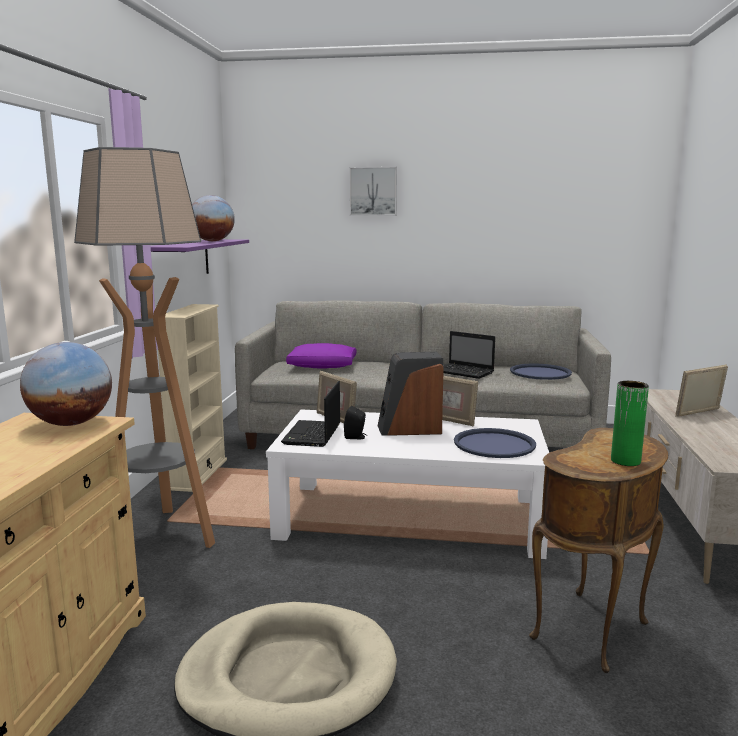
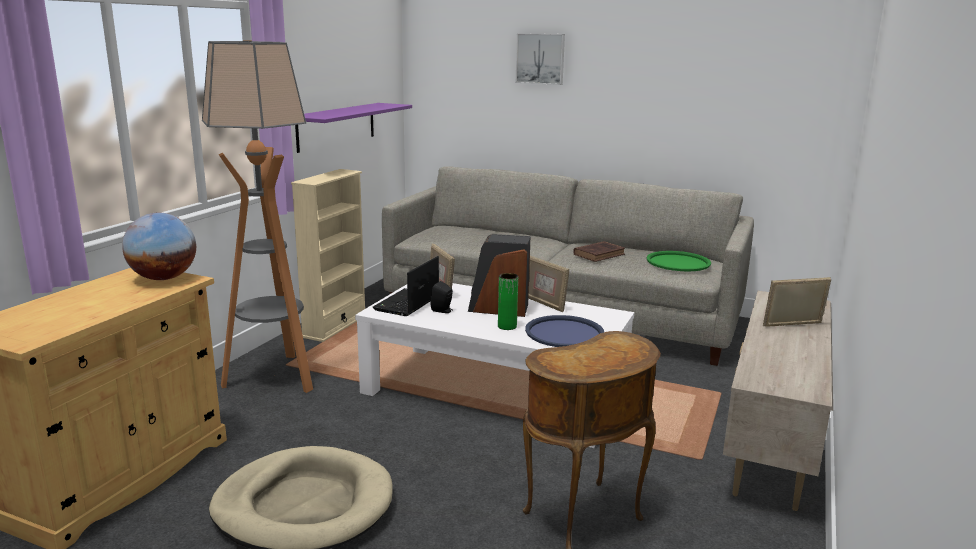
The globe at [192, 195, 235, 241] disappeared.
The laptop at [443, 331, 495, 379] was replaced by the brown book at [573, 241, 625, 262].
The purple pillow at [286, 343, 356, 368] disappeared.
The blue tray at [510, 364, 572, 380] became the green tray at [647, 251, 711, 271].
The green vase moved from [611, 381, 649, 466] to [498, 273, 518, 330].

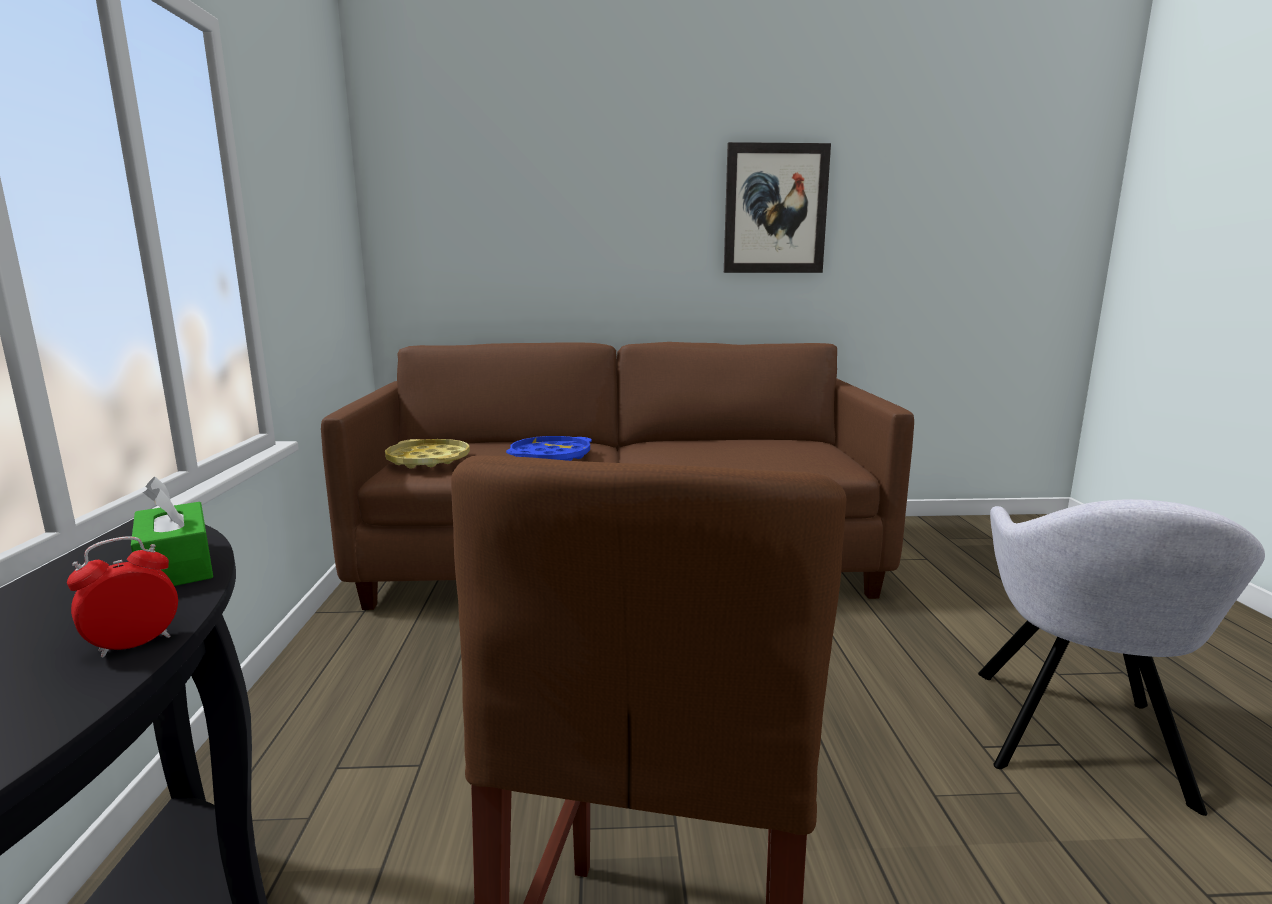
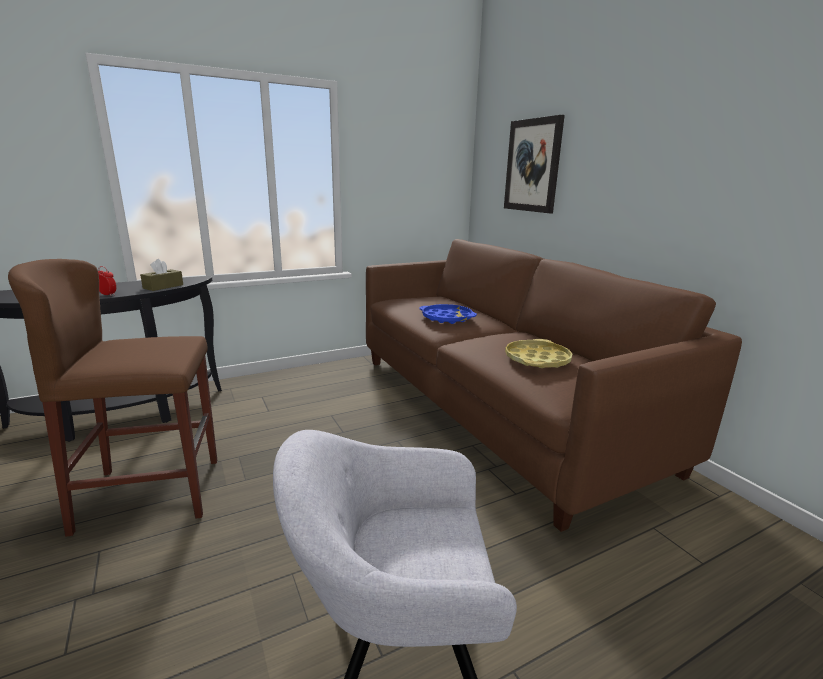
The picture moved from [724, 142, 831, 273] to [504, 115, 565, 213].
The yellow tray moved from [385, 439, 470, 469] to [505, 339, 572, 368].
The green tissue box at [131, 477, 213, 586] became the brown tissue box at [140, 259, 183, 291].

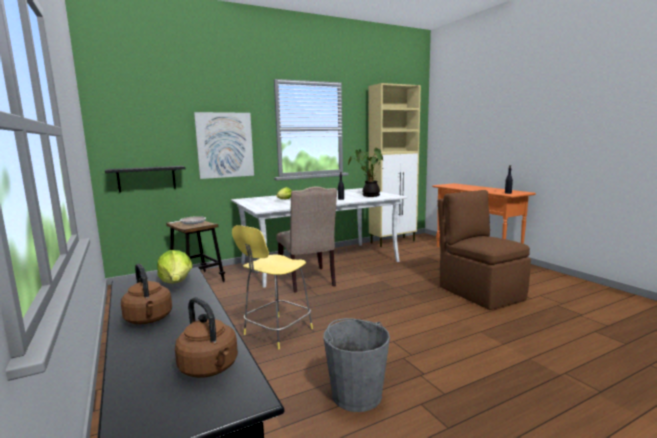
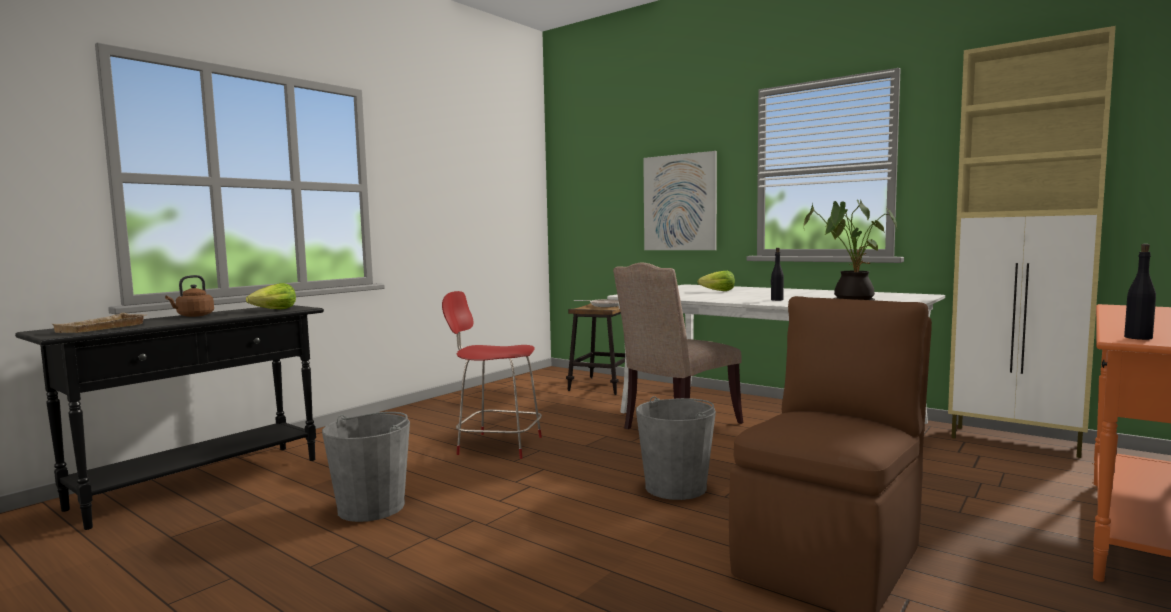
The black shelf at [105, 166, 185, 193] disappeared.
The yellow stool at [232, 225, 313, 350] became the red stool at [442, 291, 542, 459].
The brown kettle at [175, 297, 238, 378] was replaced by the beige tray at [53, 313, 146, 333].
The grey bucket at [636, 396, 716, 500] appeared.

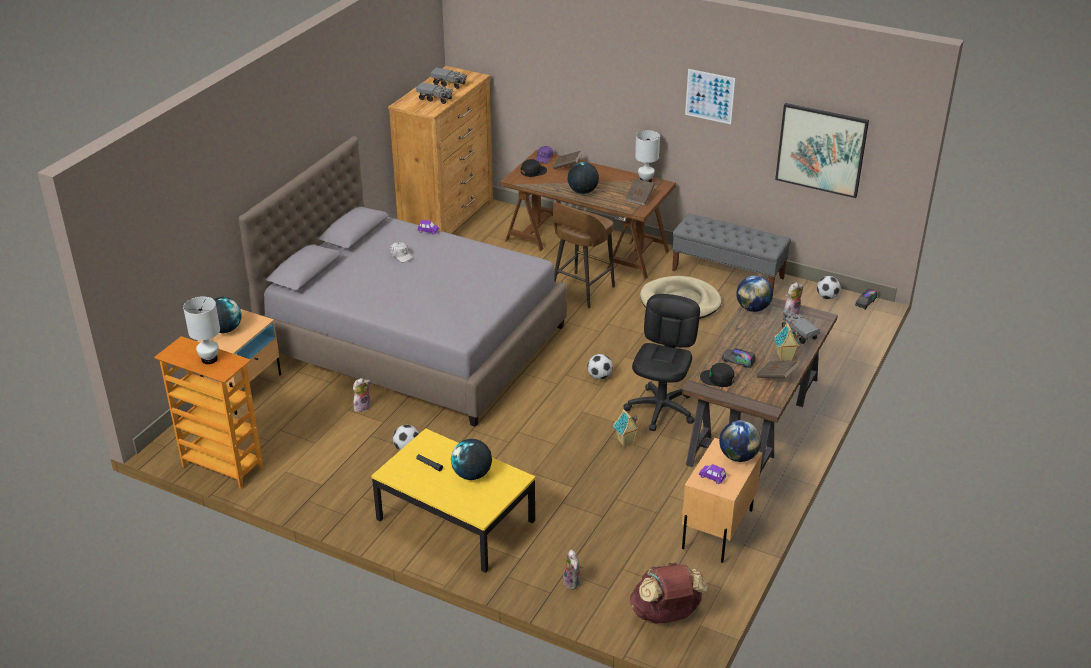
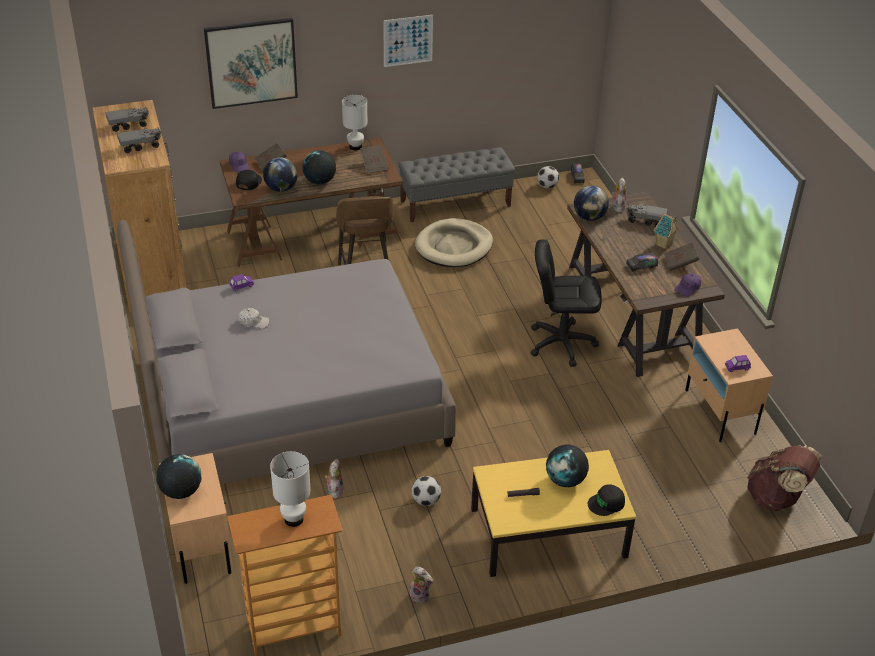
The picture moved from [775, 103, 869, 198] to [204, 18, 298, 109].
The black office chair at [624, 294, 700, 431] turned 60 degrees counterclockwise.
The football at [587, 354, 613, 380] disappeared.
The black cap moved from [700, 363, 735, 387] to [588, 484, 625, 516].
The toy house at [613, 409, 640, 447] disappeared.
The globe moved from [719, 420, 761, 462] to [263, 157, 297, 192].
The plush toy moved from [563, 549, 583, 590] to [410, 567, 434, 604].
The purple cap at [674, 273, 701, 297] appeared.

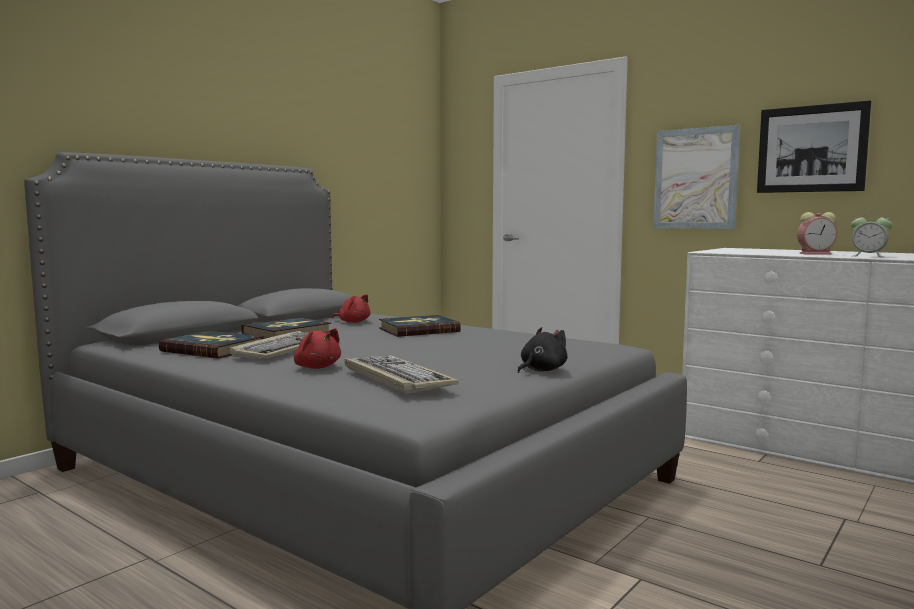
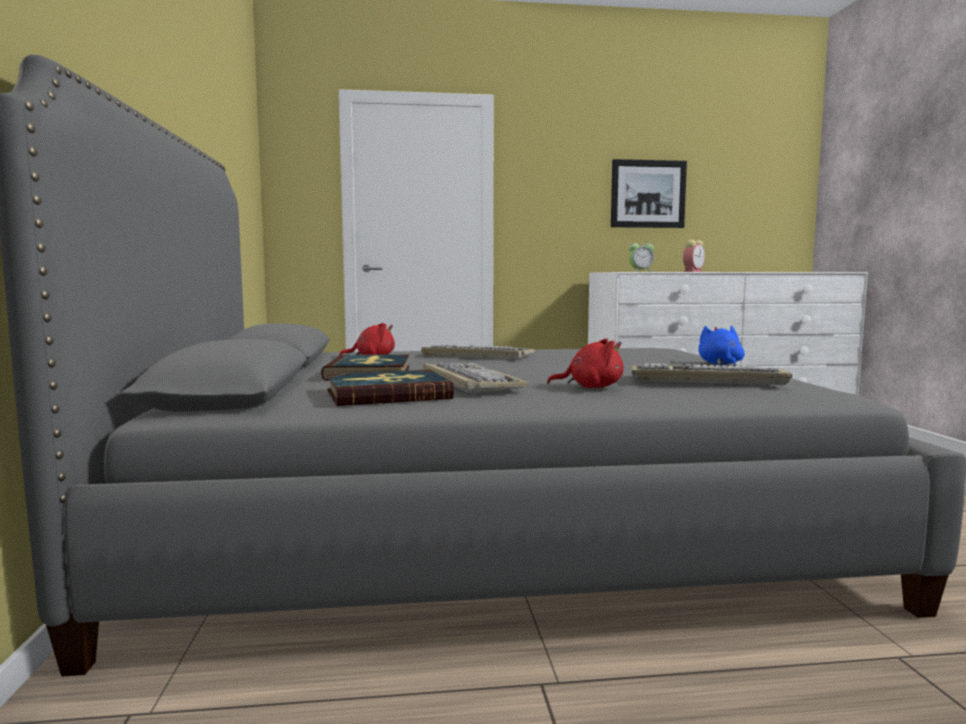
The picture at [653, 125, 740, 229] disappeared.
The alarm clock moved from [851, 212, 893, 257] to [629, 239, 654, 272].
The book at [379, 315, 461, 337] was replaced by the keyboard at [421, 344, 535, 359].
The black plush toy at [518, 327, 568, 373] became the blue plush toy at [698, 326, 745, 366].

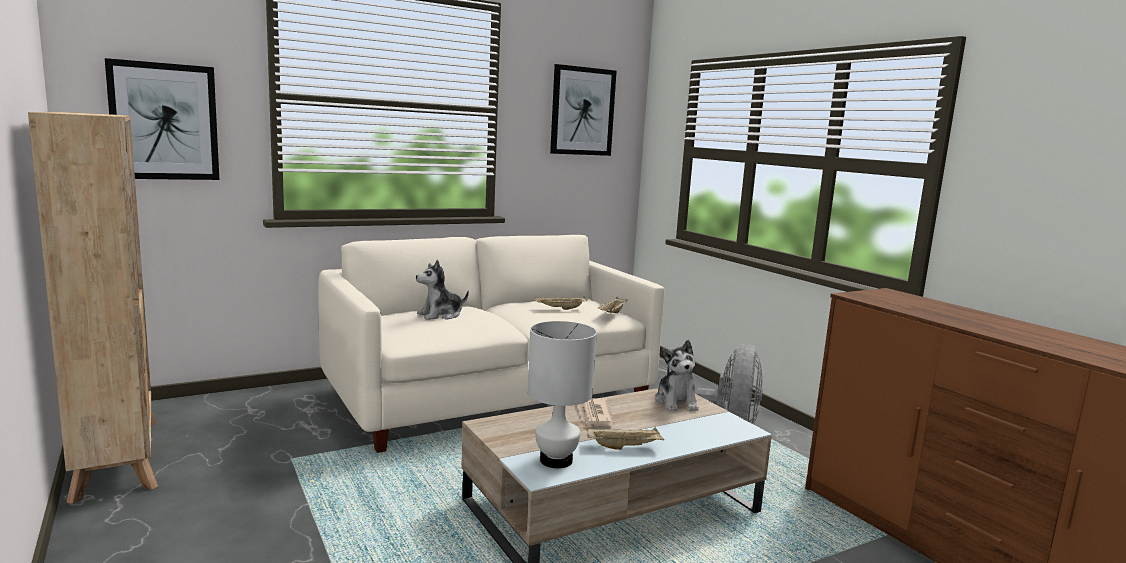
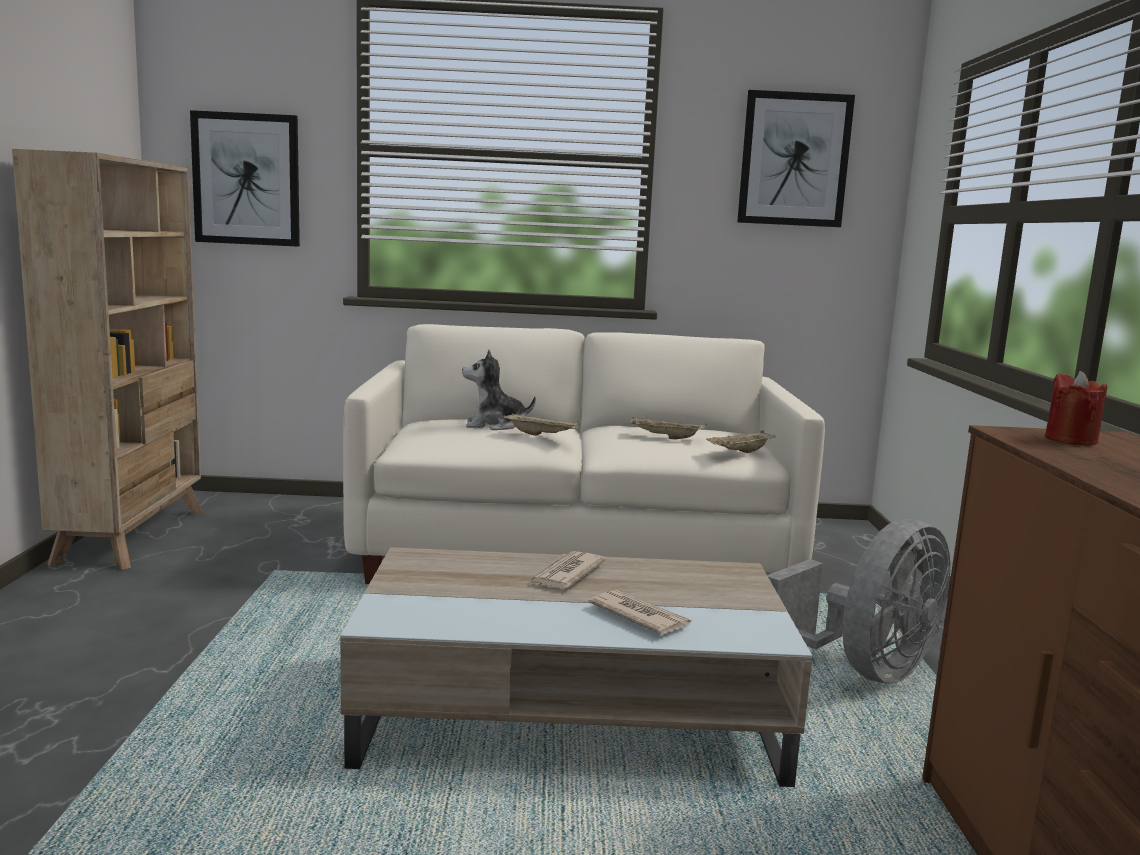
The white table lamp at [528, 321, 597, 468] disappeared.
The plush toy at [655, 340, 699, 411] disappeared.
The beige tray moved from [587, 427, 664, 450] to [504, 413, 580, 436].
The red candle at [1045, 371, 1107, 446] appeared.
The newspaper at [588, 590, 691, 635] appeared.

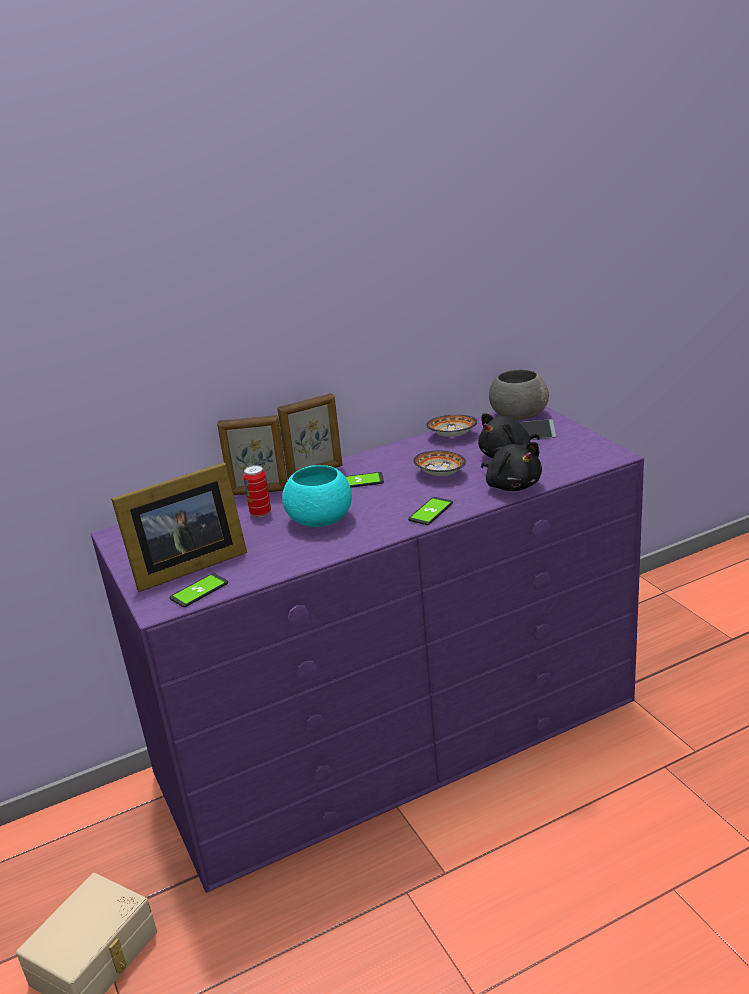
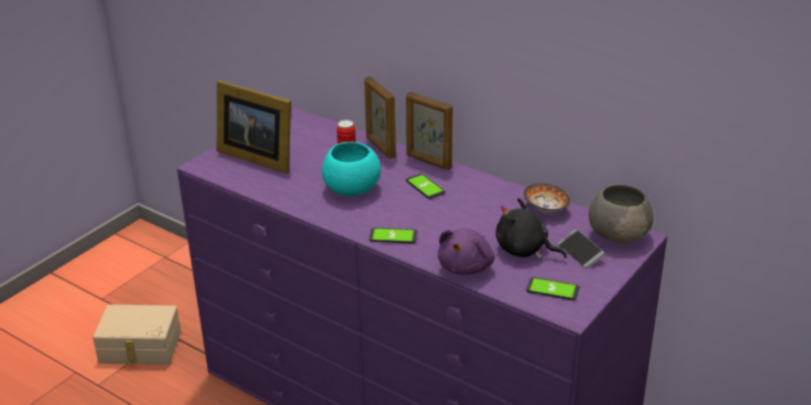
The black plush toy at [481, 442, 542, 491] became the purple plush toy at [438, 228, 495, 275].
The bowl at [413, 451, 466, 476] disappeared.
The phone moved from [169, 573, 228, 607] to [526, 277, 580, 300].

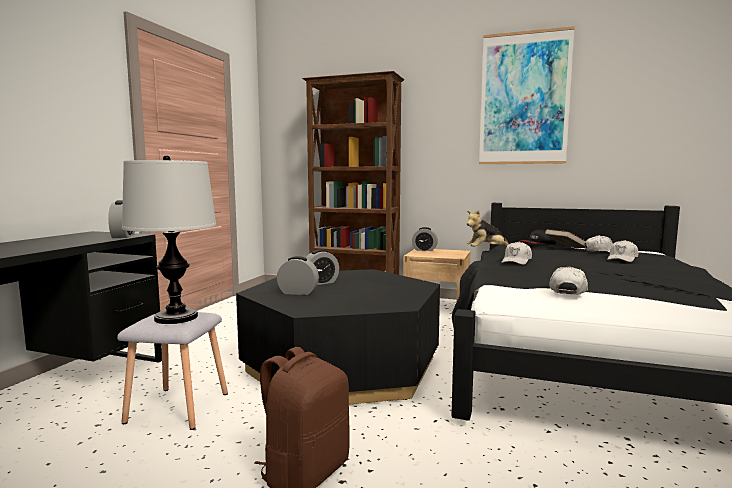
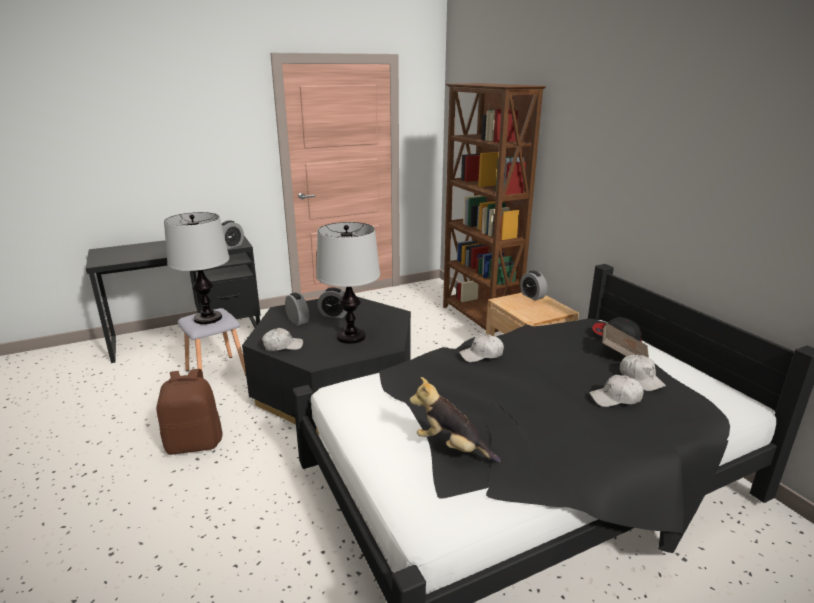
The picture at [479, 26, 575, 164] disappeared.
The plush toy moved from [466, 210, 509, 247] to [410, 377, 501, 463].
The white cap moved from [549, 266, 588, 294] to [262, 328, 303, 351].
The table lamp at [316, 222, 380, 344] appeared.

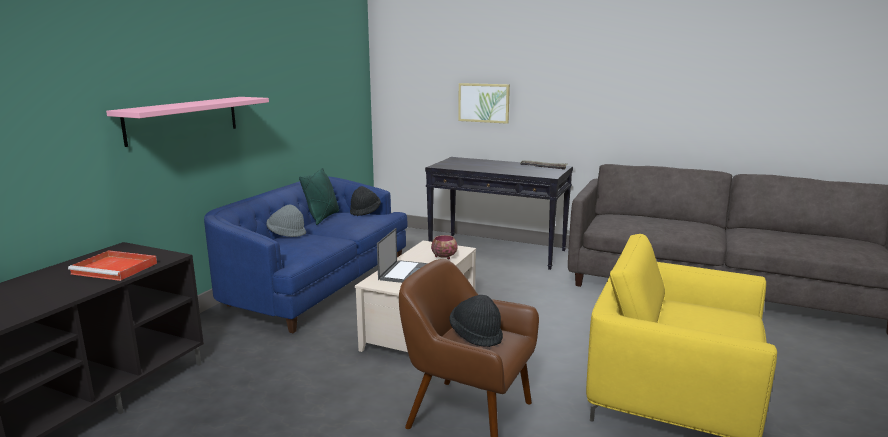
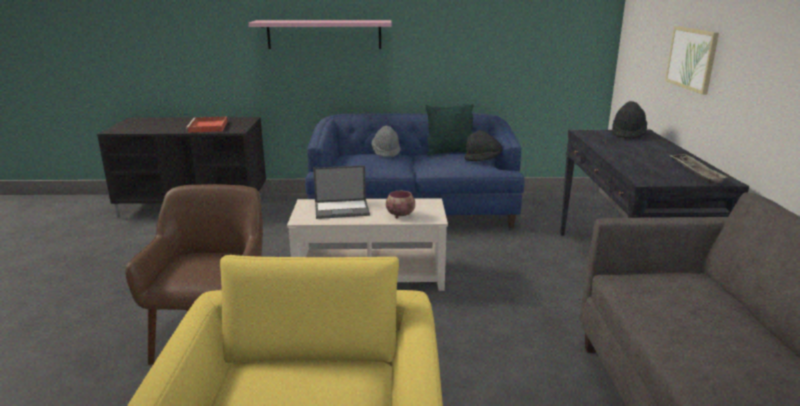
The black hat moved from [449, 295, 503, 347] to [612, 101, 647, 139].

